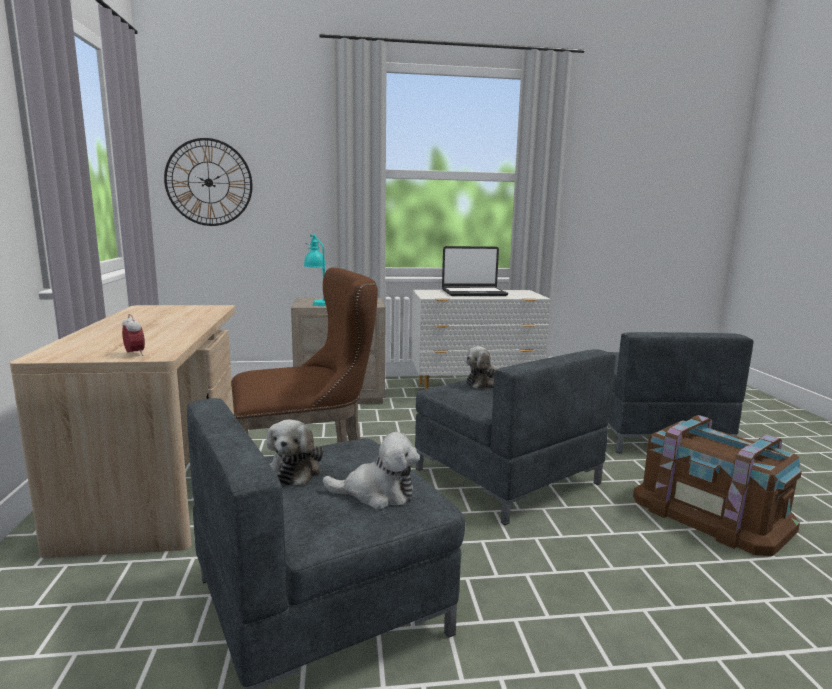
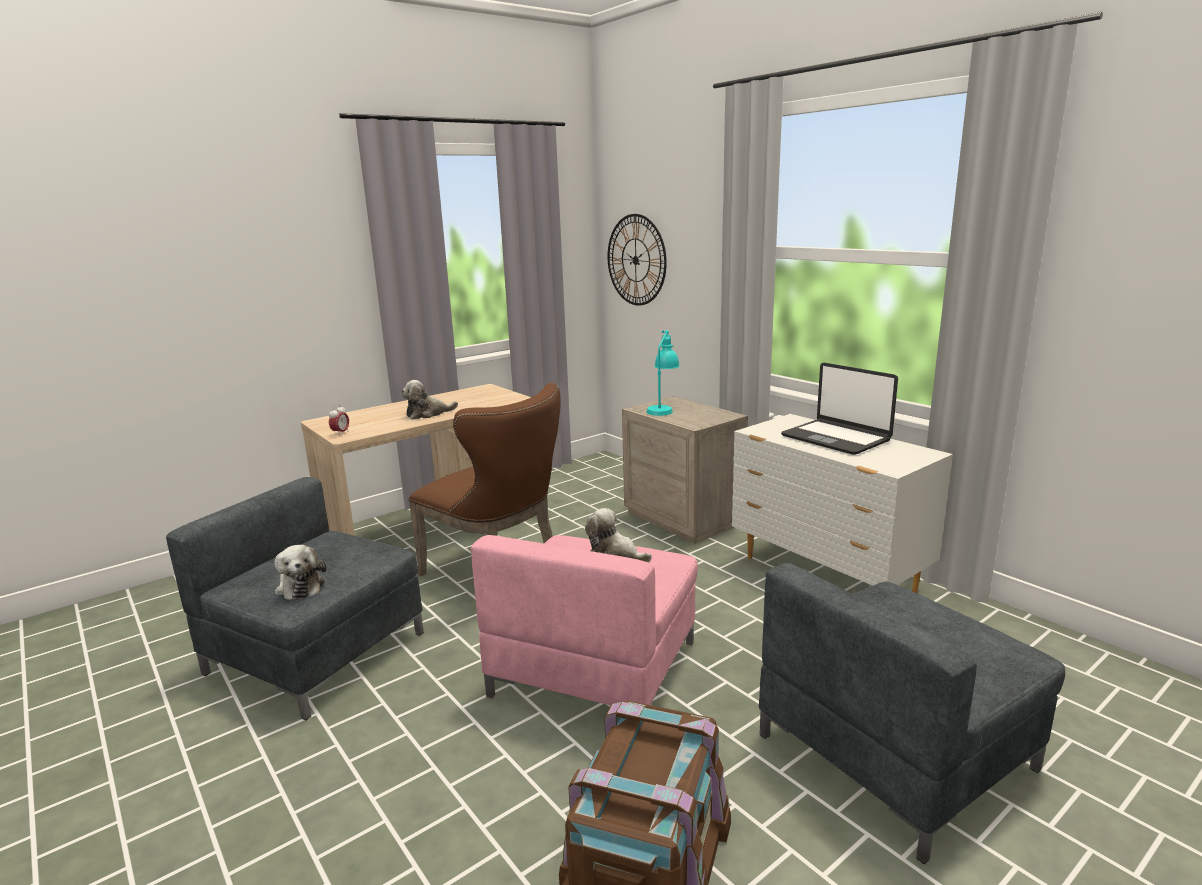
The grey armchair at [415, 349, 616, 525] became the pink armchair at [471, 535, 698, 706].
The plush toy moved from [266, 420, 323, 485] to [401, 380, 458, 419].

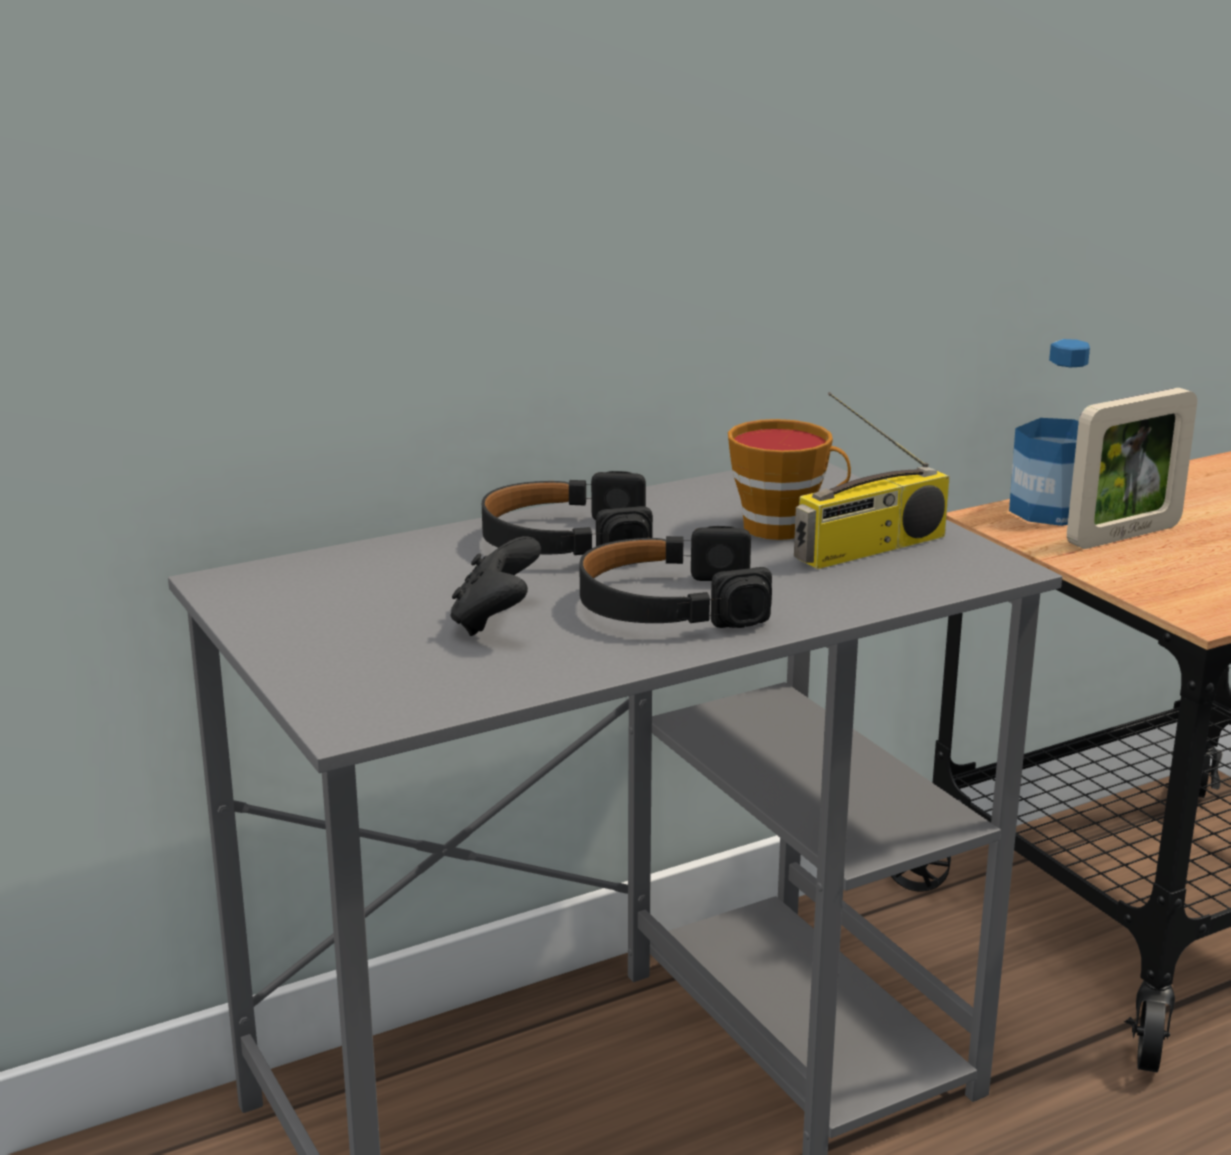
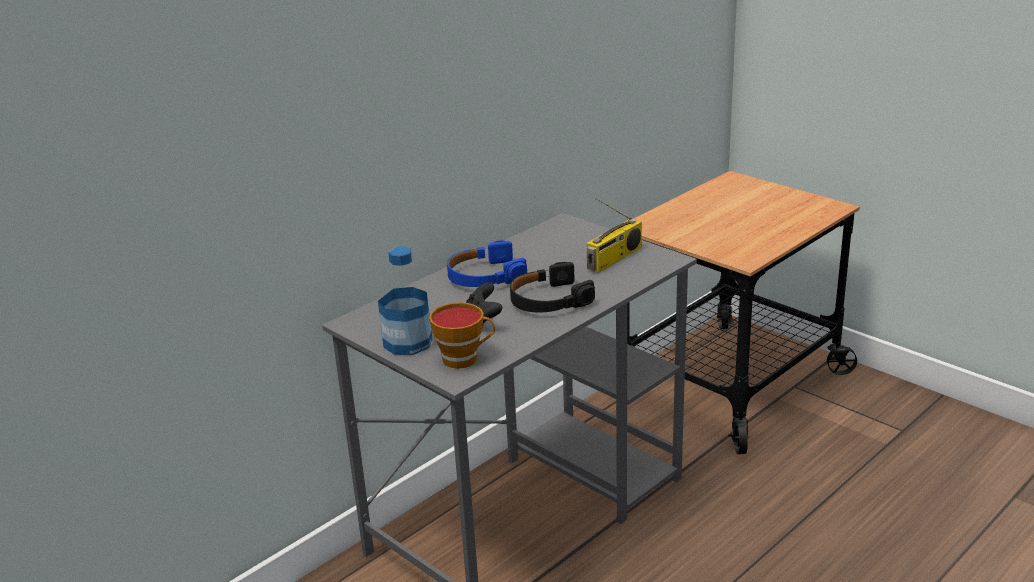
The bottle moved from [1009, 339, 1090, 526] to [378, 246, 432, 355].
The picture frame at [1067, 388, 1197, 549] disappeared.
The cup moved from [728, 419, 851, 540] to [429, 302, 495, 369].
The black headphones at [482, 471, 653, 555] became the blue headphones at [447, 240, 527, 287].

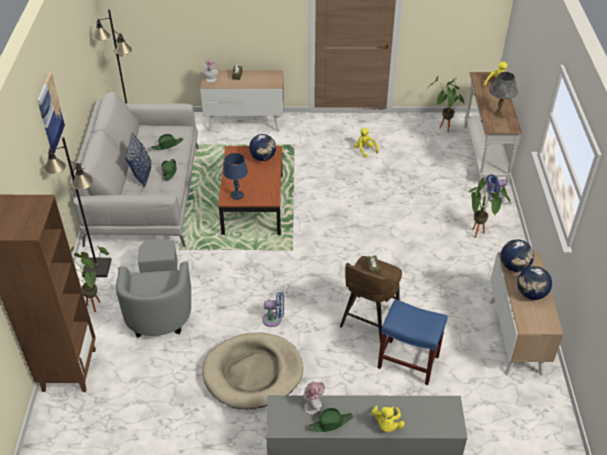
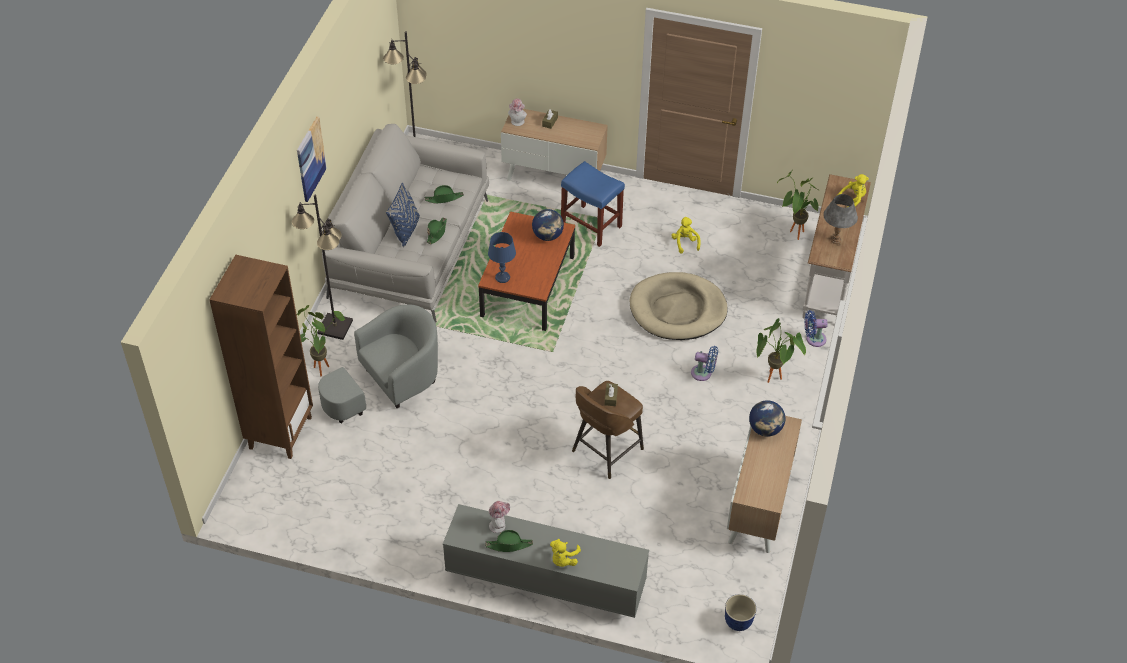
The grey armchair at [116, 238, 191, 338] turned 135 degrees counterclockwise.
The globe at [517, 266, 552, 300] disappeared.
The blue fan moved from [263, 292, 284, 327] to [691, 346, 718, 381].
The blue stool moved from [377, 299, 448, 385] to [561, 161, 625, 247].
The beige dog bed moved from [202, 332, 303, 409] to [629, 272, 728, 340].
The planter at [725, 594, 757, 631] appeared.

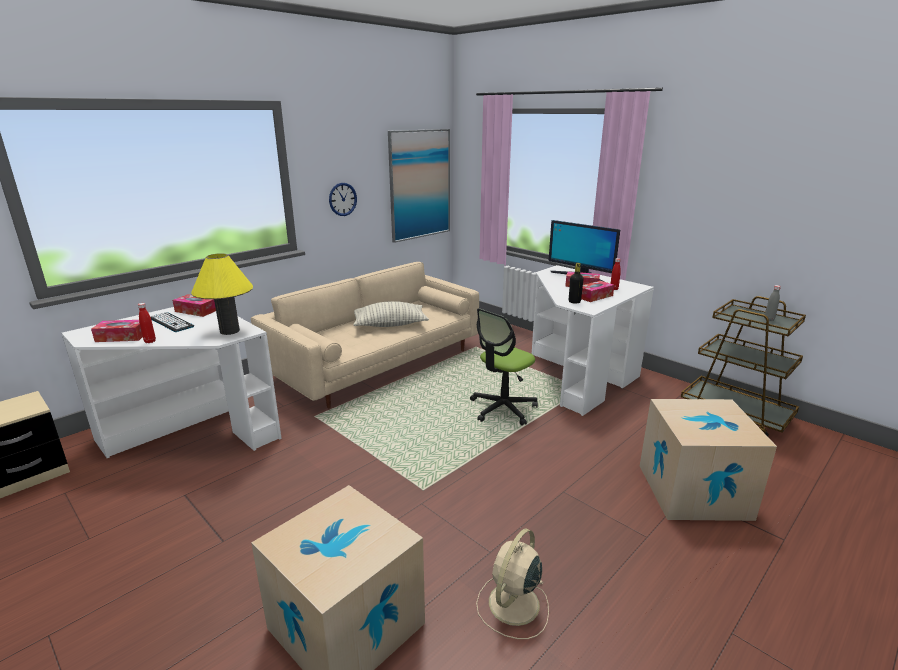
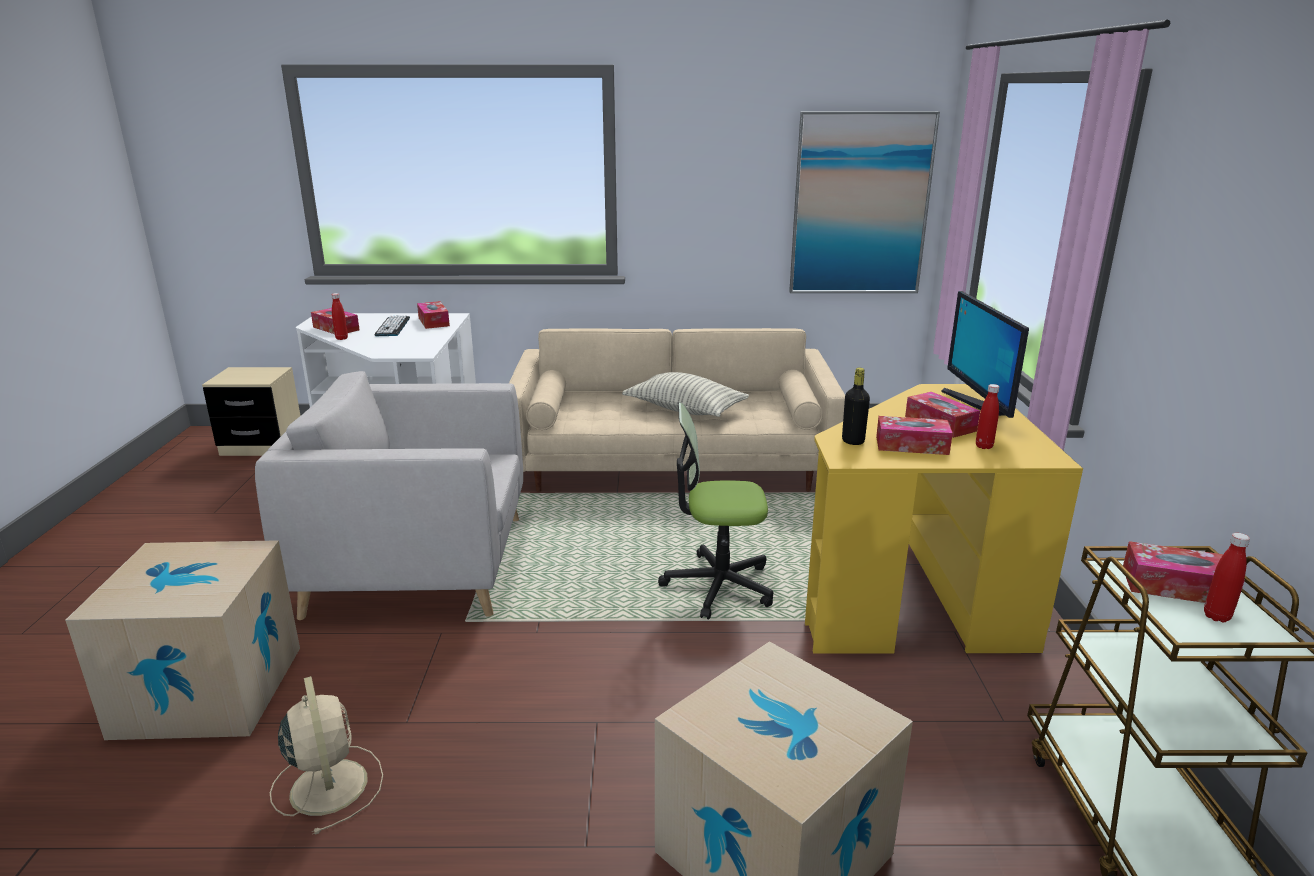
The wall clock at [329, 183, 357, 216] disappeared.
The yellow table lamp at [191, 253, 253, 335] disappeared.
The white desk at [532, 265, 654, 416] became the yellow desk at [805, 384, 1083, 654].
The grey bottle at [764, 285, 781, 321] became the red bottle at [1204, 533, 1250, 622].
The beige fan at [476, 529, 549, 639] turned 75 degrees clockwise.
The grey armchair at [255, 371, 523, 620] appeared.
The tissue box at [1123, 541, 1245, 606] appeared.

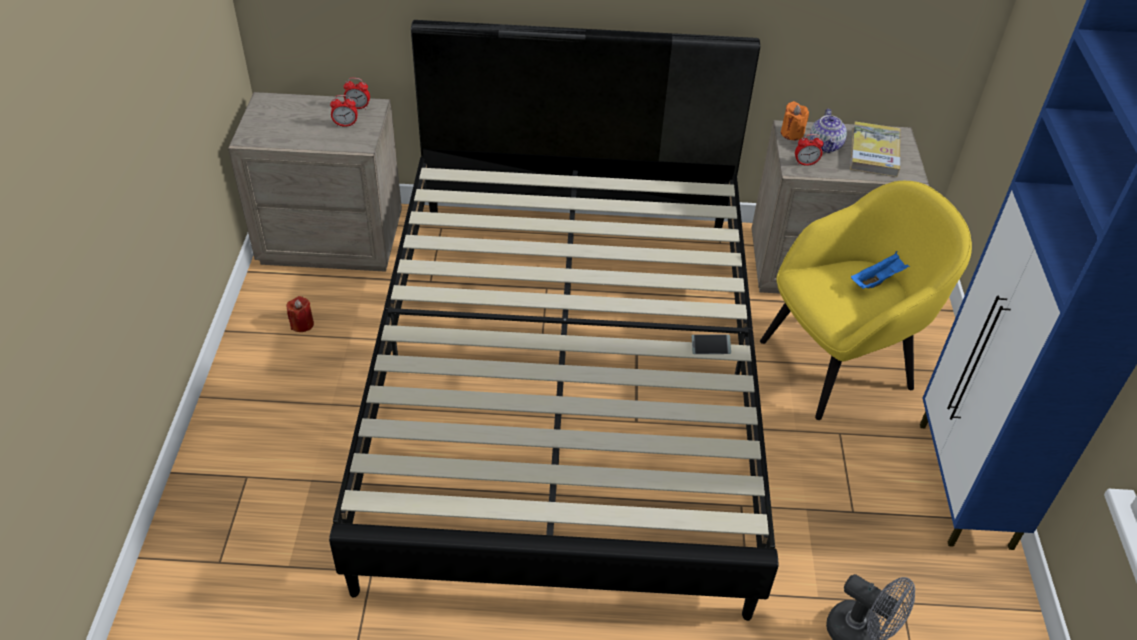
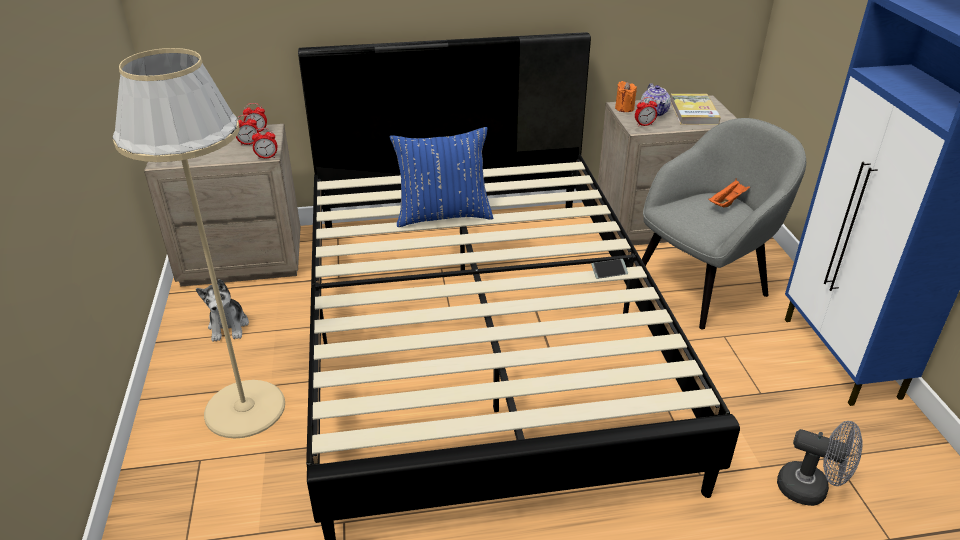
The yellow armchair at [760, 181, 972, 420] became the grey armchair at [642, 118, 806, 330].
The blue tray at [851, 251, 910, 289] became the orange tray at [709, 178, 750, 208].
The red candle at [286, 296, 314, 332] was replaced by the plush toy at [196, 279, 249, 342].
The beige floor lamp at [113, 48, 285, 438] appeared.
The blue pillow at [390, 127, 493, 227] appeared.
The alarm clock at [252, 128, 277, 159] appeared.

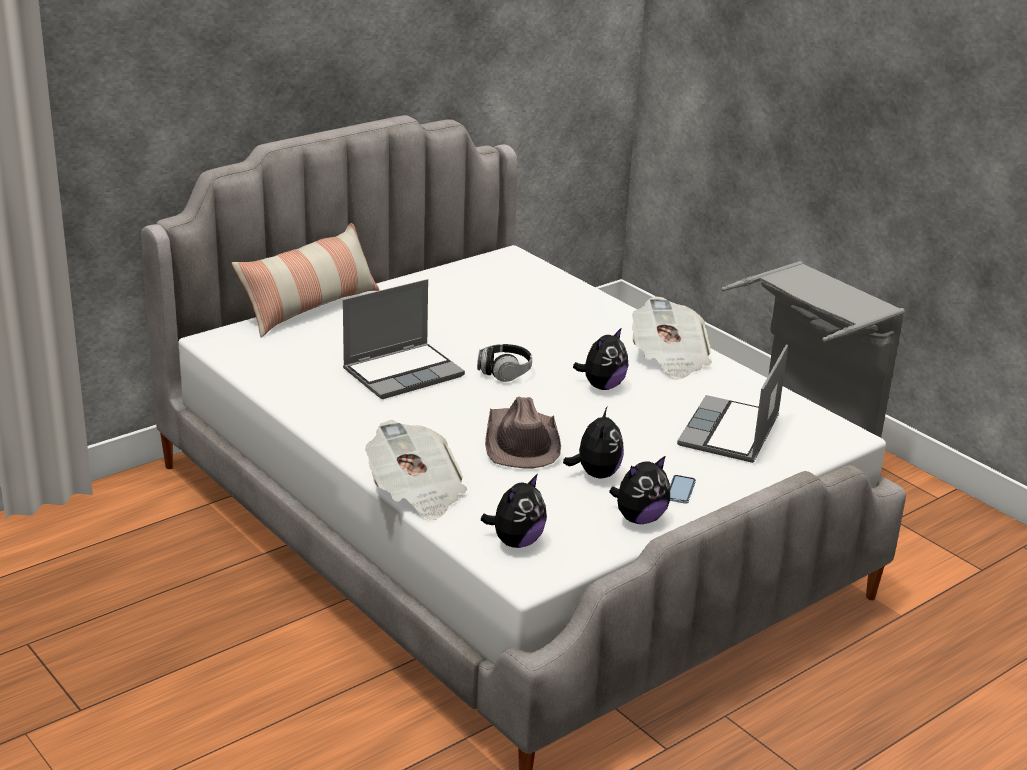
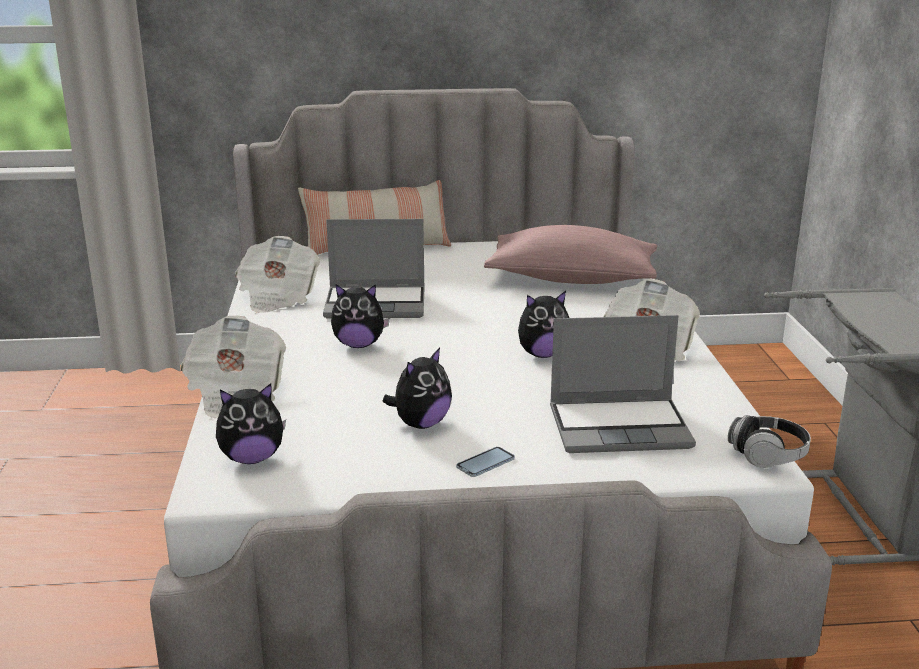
The headphones moved from [477, 344, 532, 382] to [728, 415, 811, 468].
The laptop at [677, 344, 788, 463] turned 150 degrees counterclockwise.
The brown hat at [485, 396, 561, 468] disappeared.
The plush toy moved from [609, 455, 670, 524] to [331, 284, 390, 348].
The pink pillow at [484, 225, 657, 284] appeared.
The newspaper at [235, 236, 320, 313] appeared.

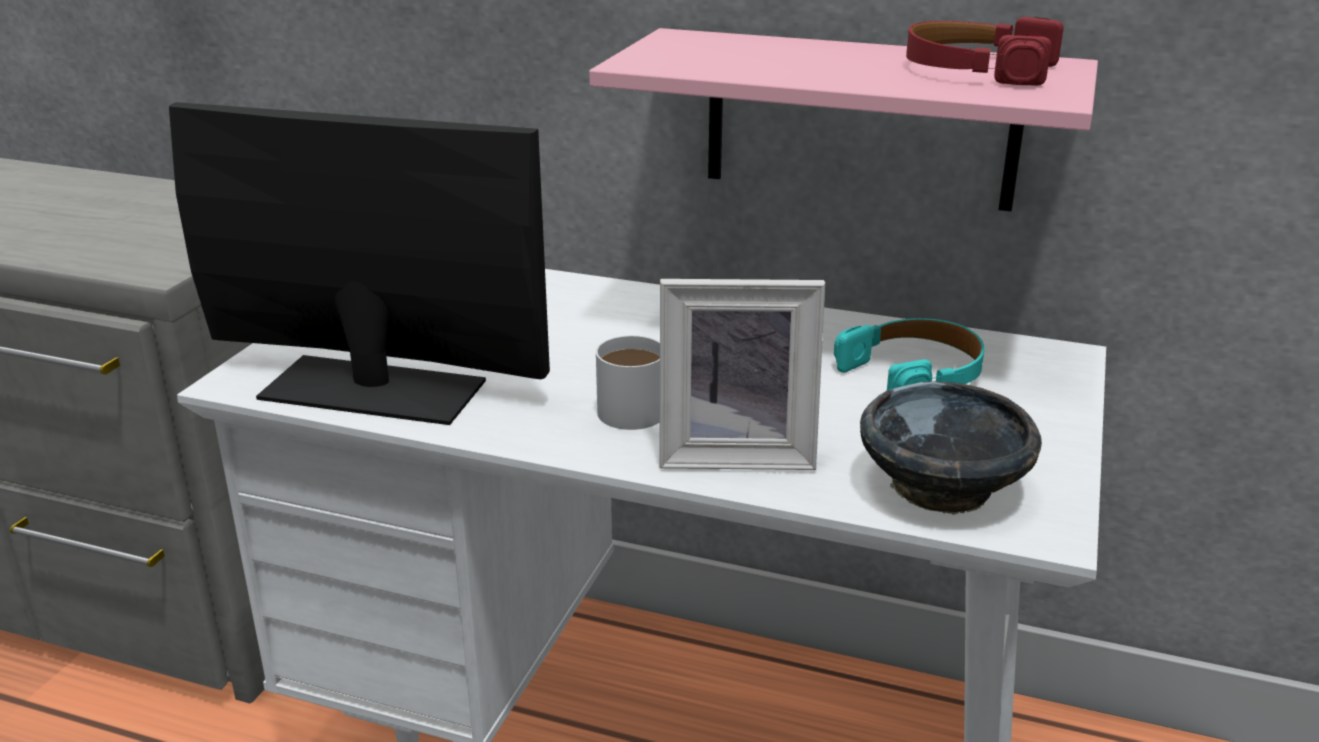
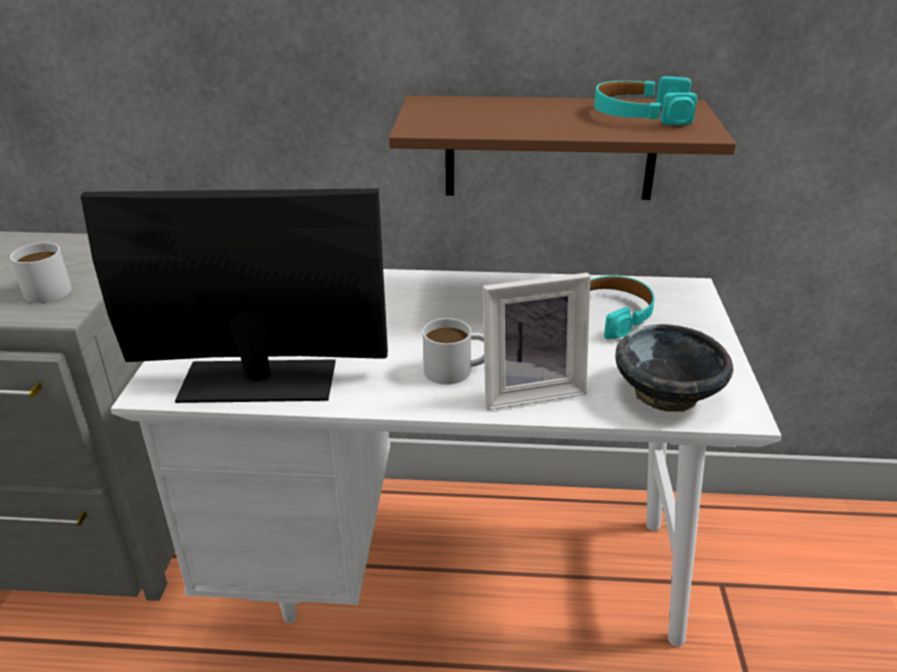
The red headphones at [906, 17, 1064, 86] became the turquoise headphones at [594, 76, 697, 125].
The pink shelf at [589, 28, 1098, 212] became the brown shelf at [389, 95, 736, 200].
The white mug at [10, 243, 72, 303] appeared.

